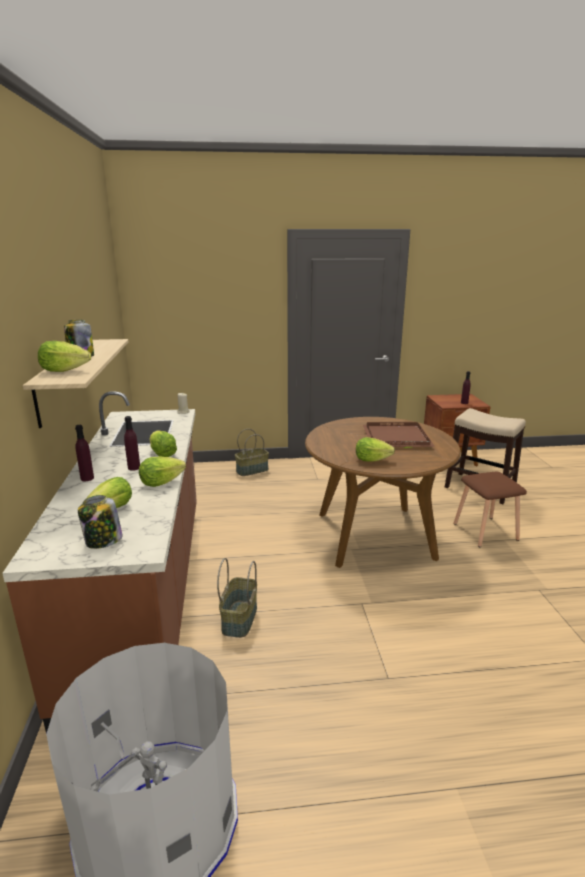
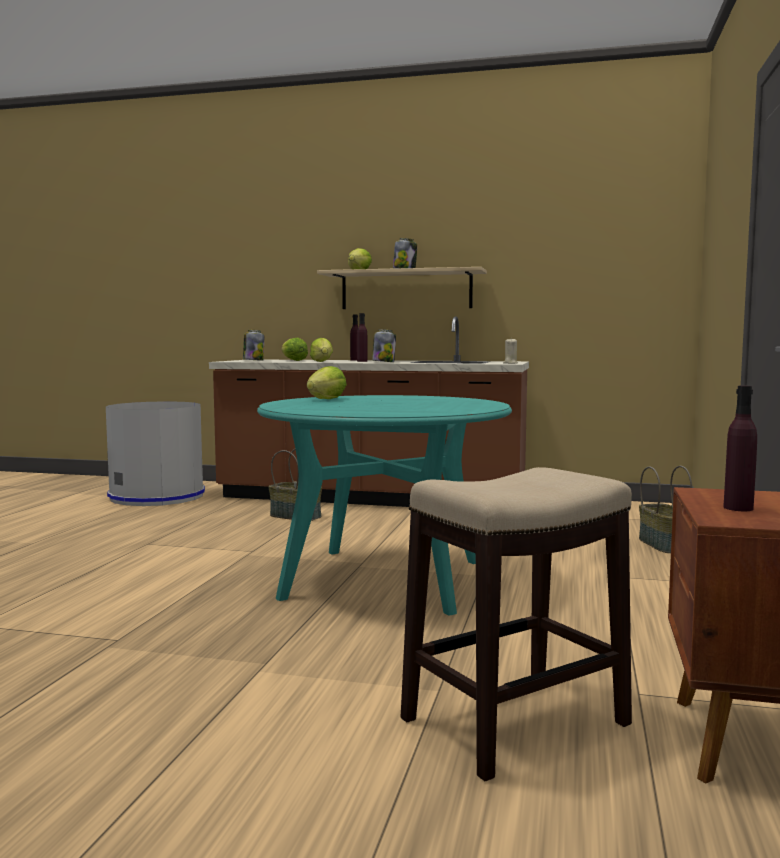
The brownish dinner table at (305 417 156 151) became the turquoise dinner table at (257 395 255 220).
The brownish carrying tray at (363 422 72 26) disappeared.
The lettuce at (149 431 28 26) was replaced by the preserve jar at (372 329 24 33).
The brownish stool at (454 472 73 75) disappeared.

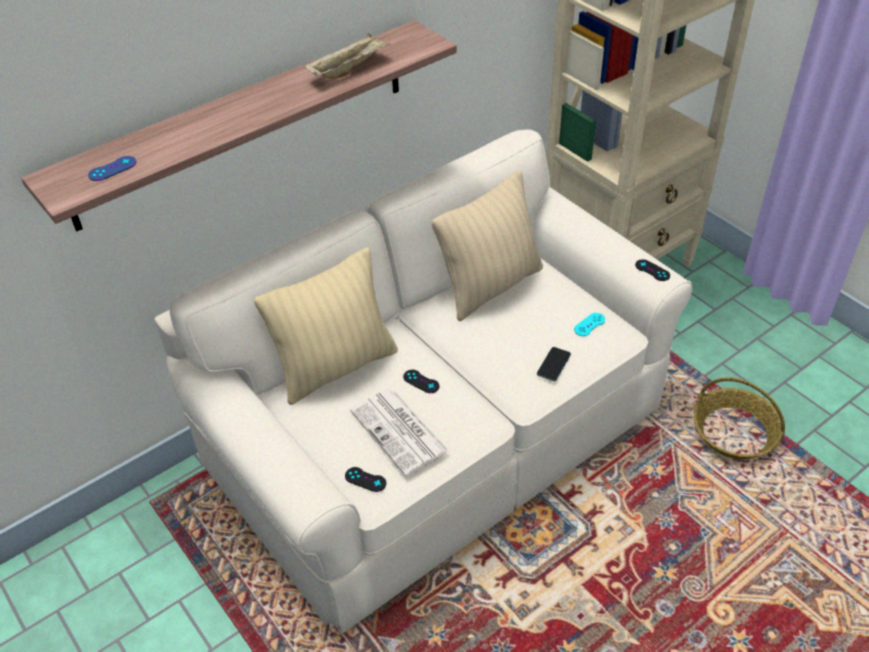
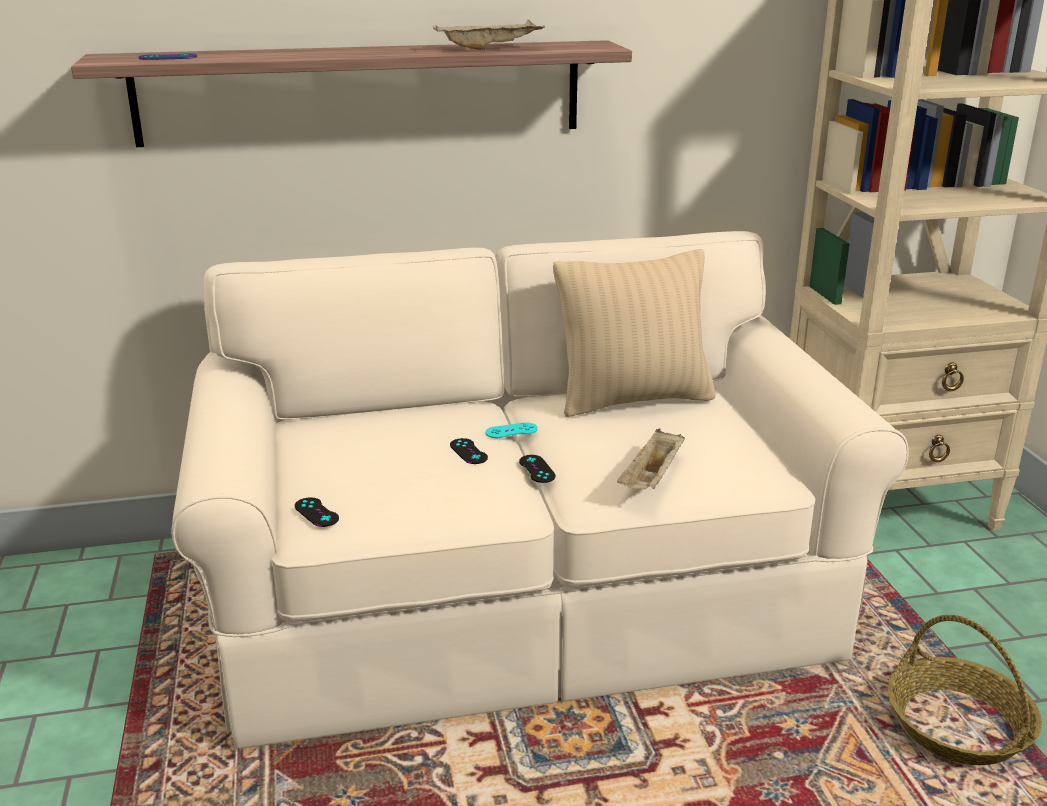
The sand-coloured throw pillow at (254 247 144 158) disappeared.
The black-coloured game controller moved from (635 259 35 22) to (519 455 37 28).
The turquoise game controller moved from (574 313 31 23) to (485 422 53 16).
The handset at (537 347 34 34) was replaced by the sand-coloured carrying tray at (617 428 68 62).
The newspaper at (350 389 100 87) disappeared.

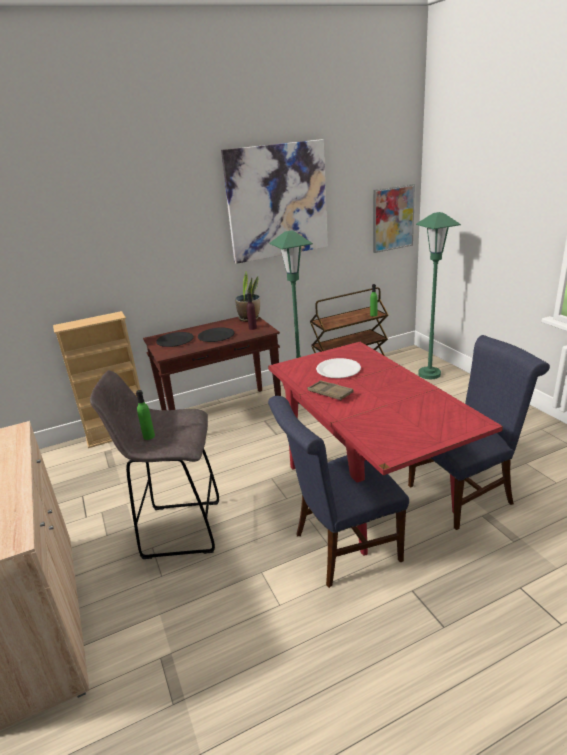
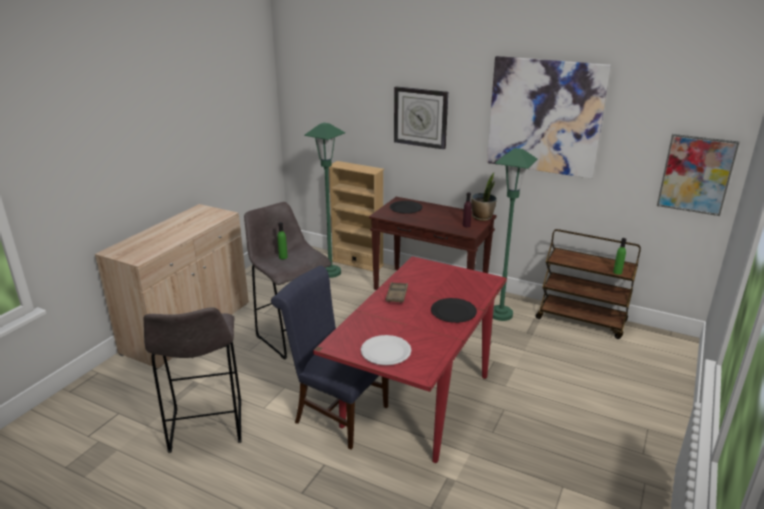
The green-coloured standing lamp moved from (416 212 45 167) to (304 123 41 155).
The black-coloured dinner plate moved from (198 328 37 14) to (431 298 46 25).
The bluish upright chair at (408 335 142 195) disappeared.
The whitish dinner plate moved from (316 358 45 20) to (361 335 51 30).
The hanging clock at (394 86 54 64) appeared.
The greyish stool at (144 307 97 146) appeared.

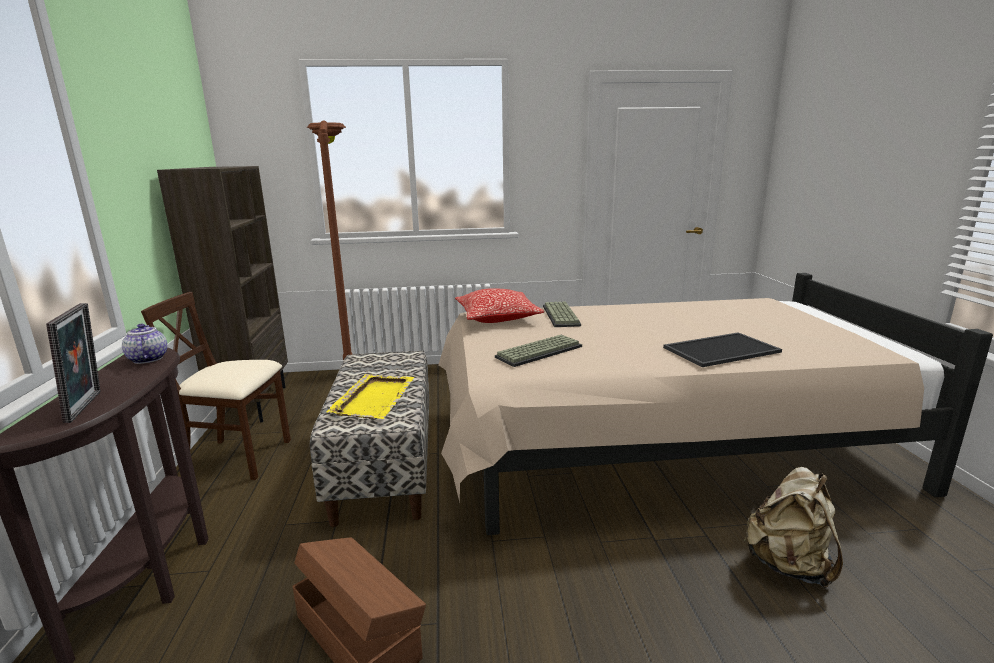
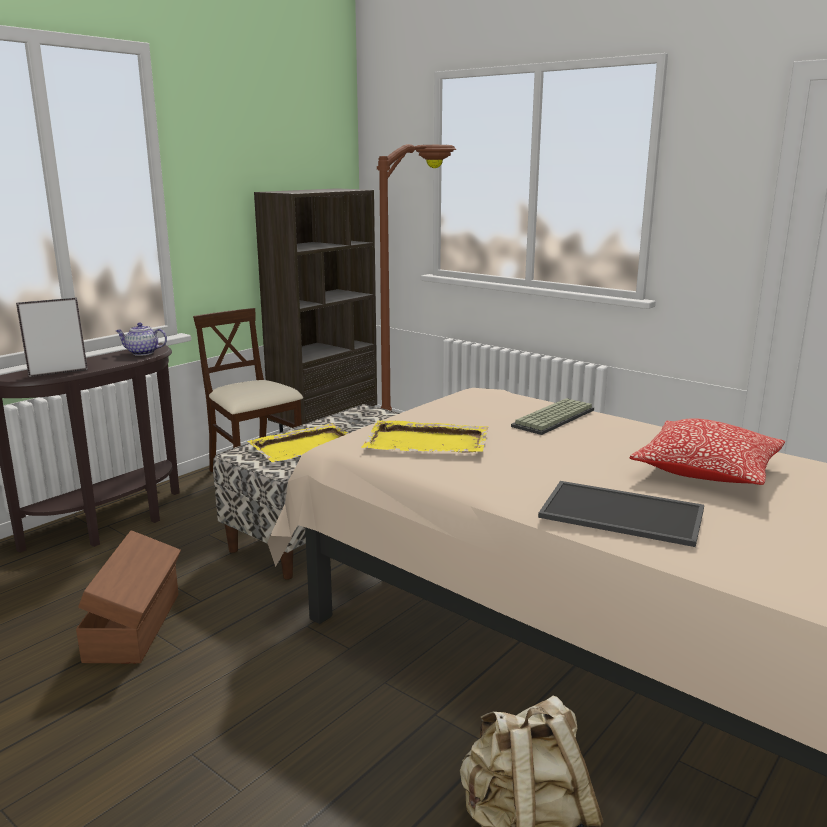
The throw pillow moved from (455 288 89 35) to (629 418 156 67).
The standing frame at (46 303 54 120) turned 150 degrees counterclockwise.
The pot for tea at (122 324 45 40) turned 105 degrees counterclockwise.
The keyboard at (495 335 87 32) was replaced by the yellow carrying tray at (361 421 128 32).

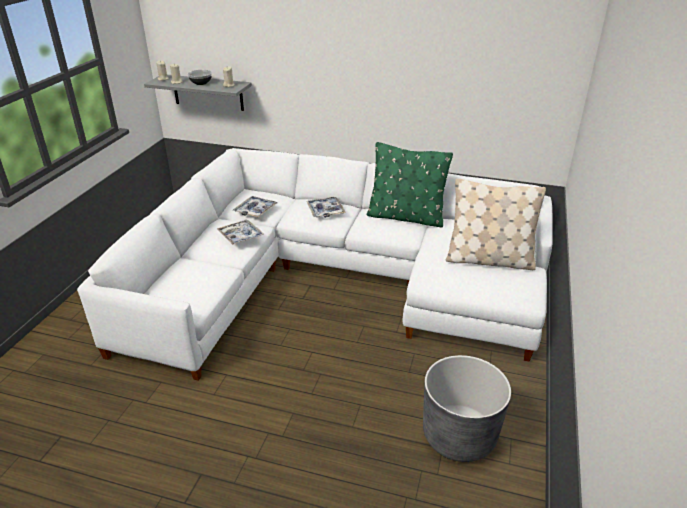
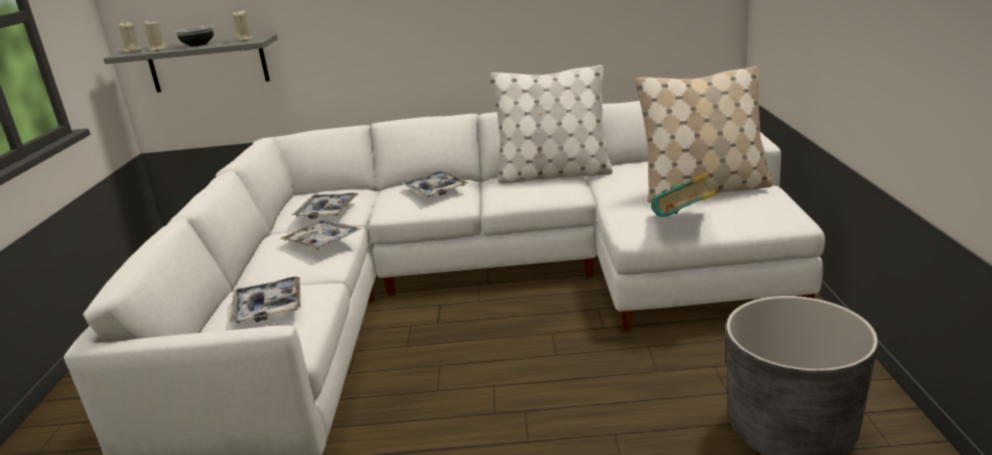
The green-coloured throw pillow at (366 142 87 85) became the whitish throw pillow at (490 65 123 118).
The volume at (651 172 66 45) appeared.
The carrying tray at (230 276 71 47) appeared.

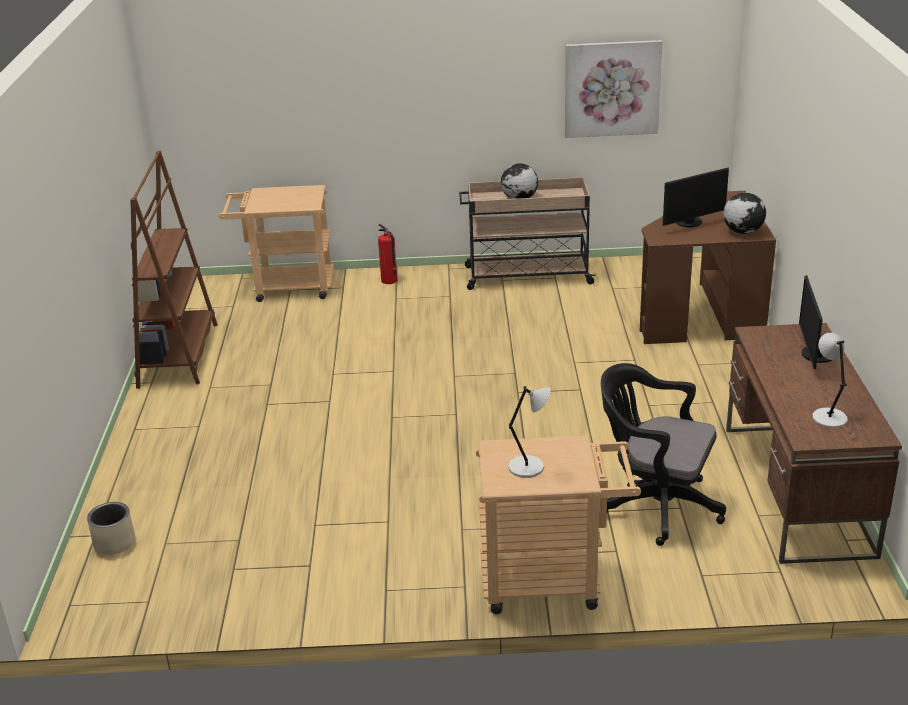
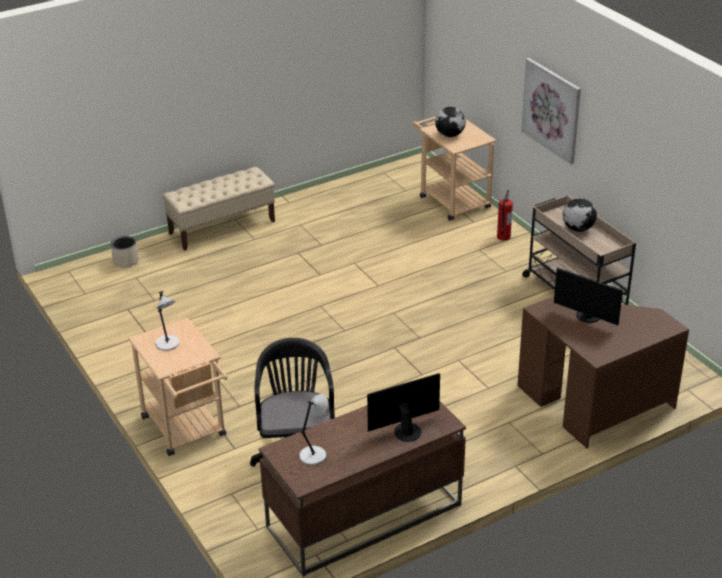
The wall picture moved from (565 40 97 98) to (521 58 60 106).
The brownish bookcase at (130 151 88 238) disappeared.
The globe moved from (723 193 43 41) to (435 107 31 30).
The sand-coloured long seat at (162 167 113 84) appeared.

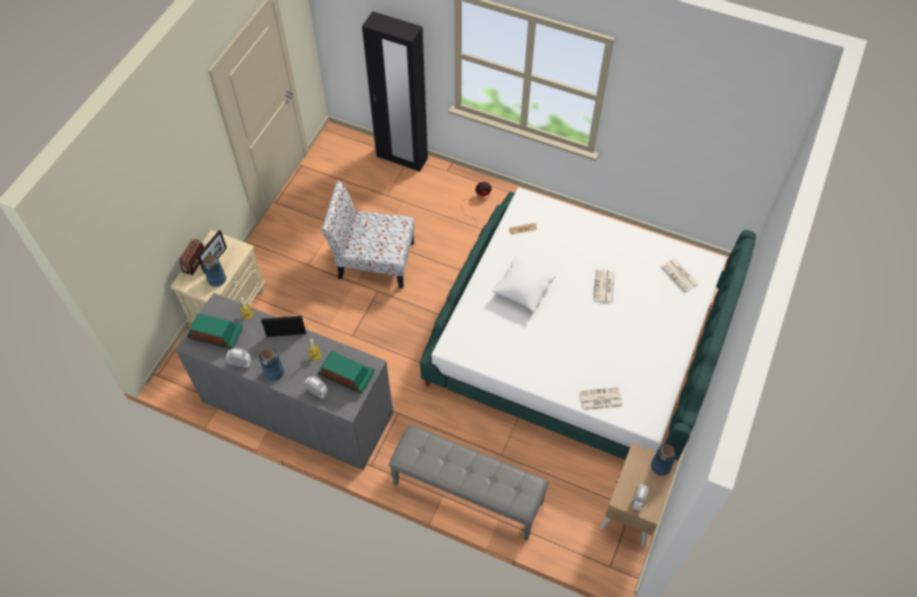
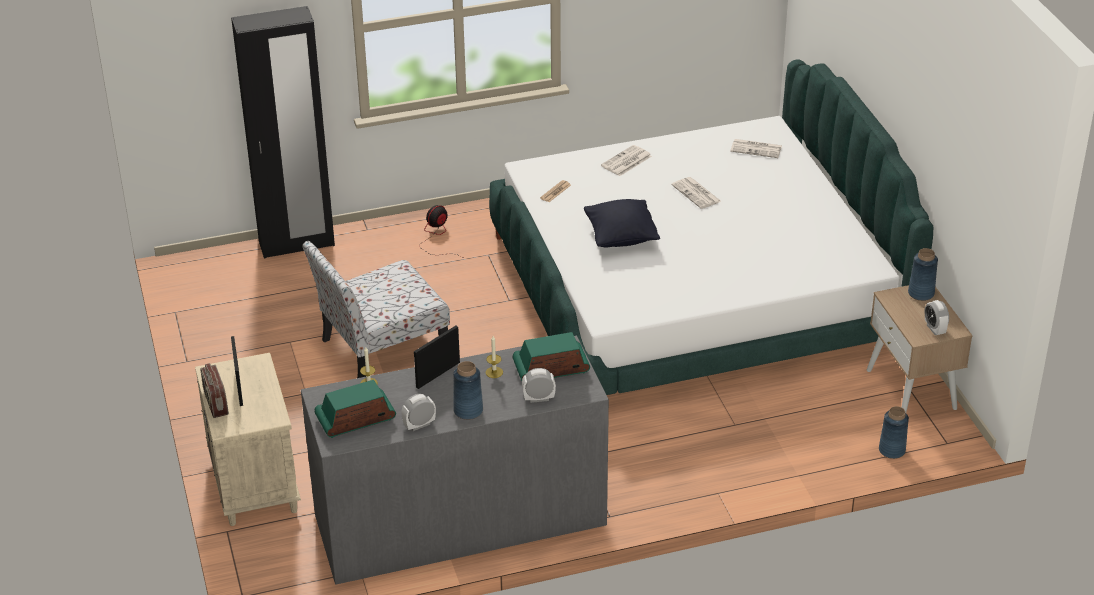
The bluish vase moved from (202 255 24 32) to (879 406 30 53).
The whitish throw pillow at (492 256 64 56) became the black-coloured throw pillow at (584 199 76 49).
The newspaper moved from (580 387 43 24) to (601 145 51 31).
The greyish long seat at (389 425 160 115) disappeared.

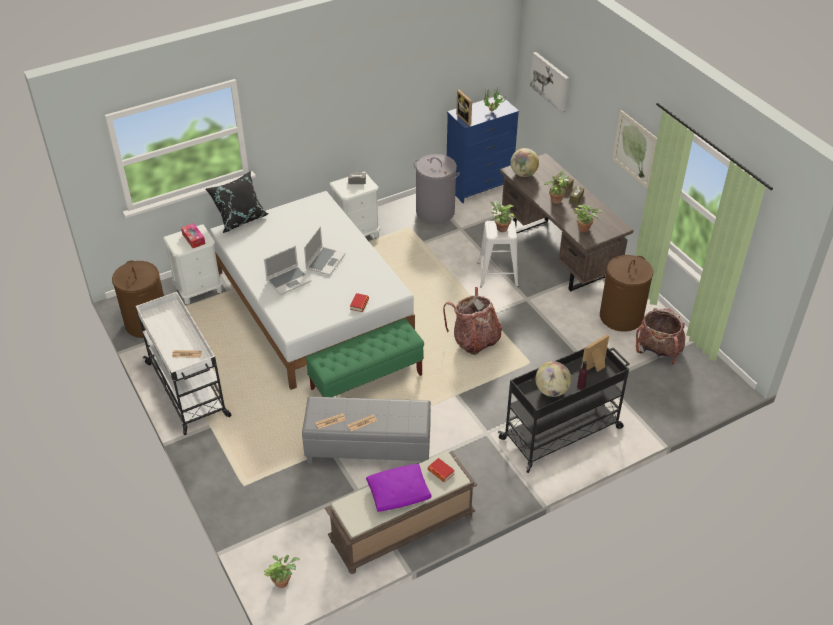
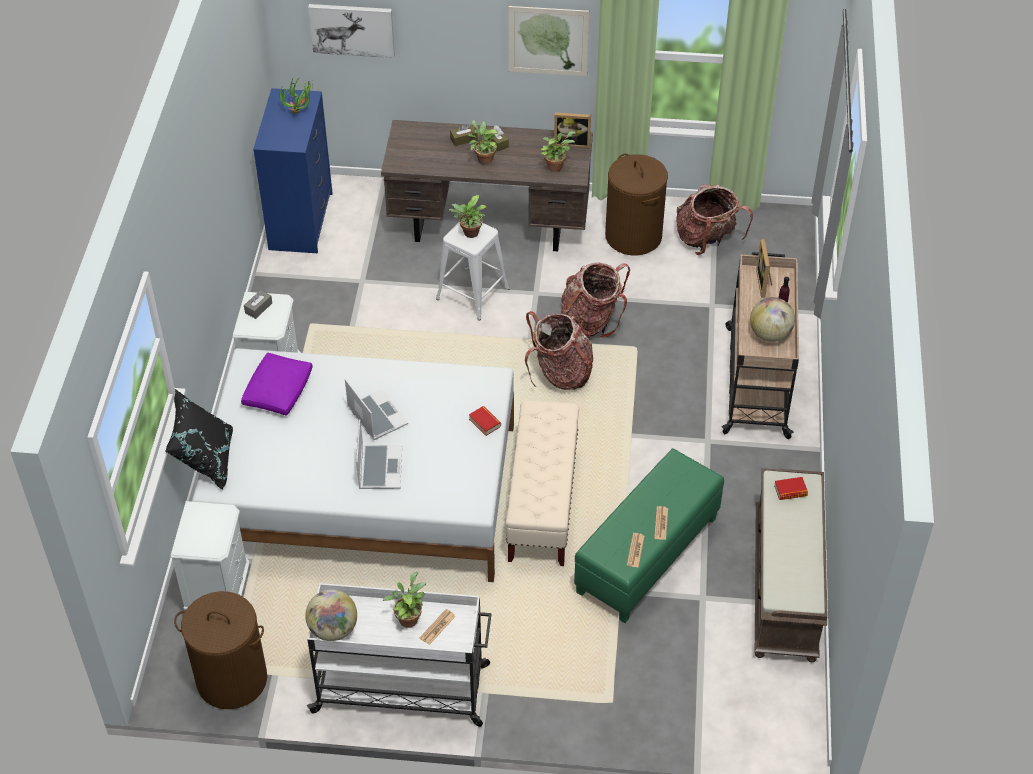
The standing frame moved from (456 90 16 36) to (554 113 37 35).
The globe moved from (510 148 29 29) to (305 589 52 52).
The greyish hamper at (413 154 47 70) disappeared.
The box of tissues at (181 223 24 25) disappeared.
The green-coloured long seat at (306 319 118 78) became the sand-coloured long seat at (505 400 74 166).
The black-coloured wheeled cart at (498 347 132 126) became the sand-coloured wheeled cart at (722 252 77 187).
The greyish footrest at (302 397 129 67) became the green-coloured footrest at (574 448 150 175).
The purplish throw pillow moved from (366 464 66 48) to (241 353 72 63).
The plant in a pot moved from (264 555 36 33) to (383 572 43 56).
The knapsack at (560 263 70 75) appeared.

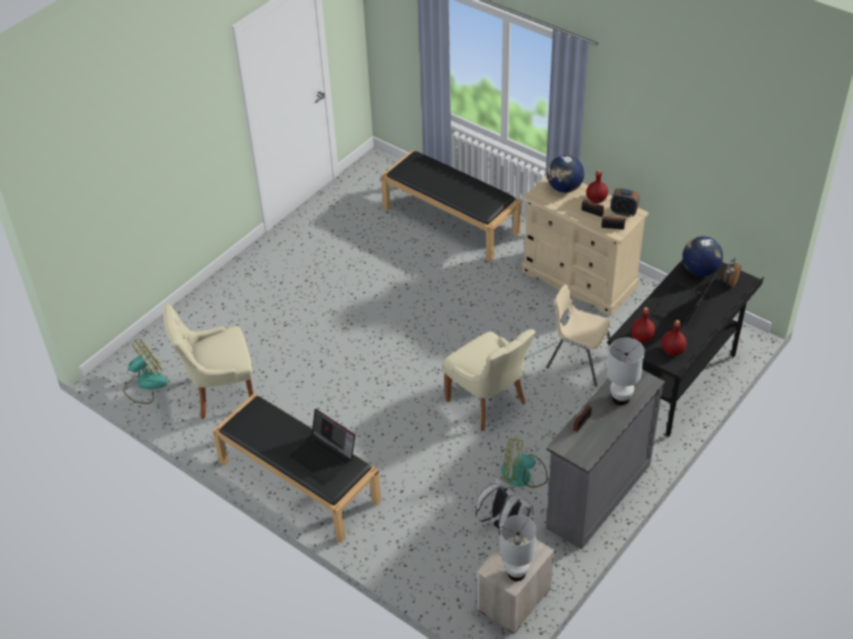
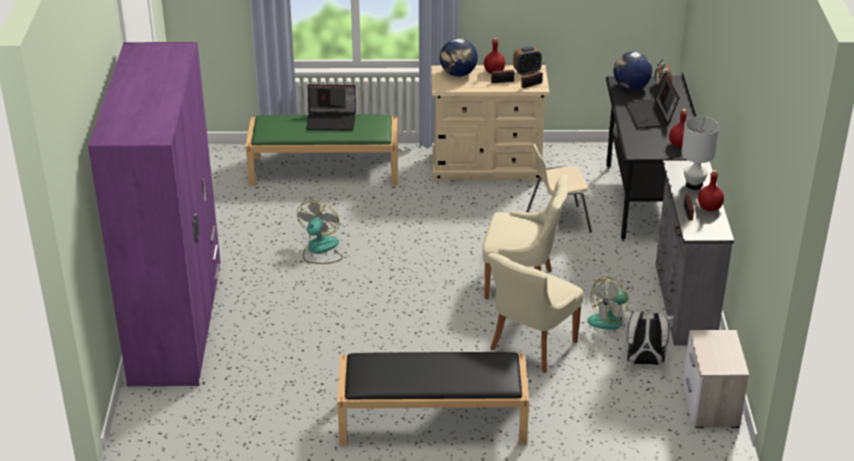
The black-coloured long seat at (381 150 141 112) became the green-coloured long seat at (246 114 152 72).
The sand-coloured upright chair moved from (163 304 90 115) to (488 253 96 120).
The red-coloured bottle moved from (631 307 24 35) to (698 170 26 41).
The fan moved from (123 339 46 65) to (297 200 46 64).
The notebook computer moved from (289 409 66 74) to (306 84 50 47).
The whitish table lamp at (500 515 37 66) disappeared.
The purplish wardrobe at (88 42 133 344) appeared.

